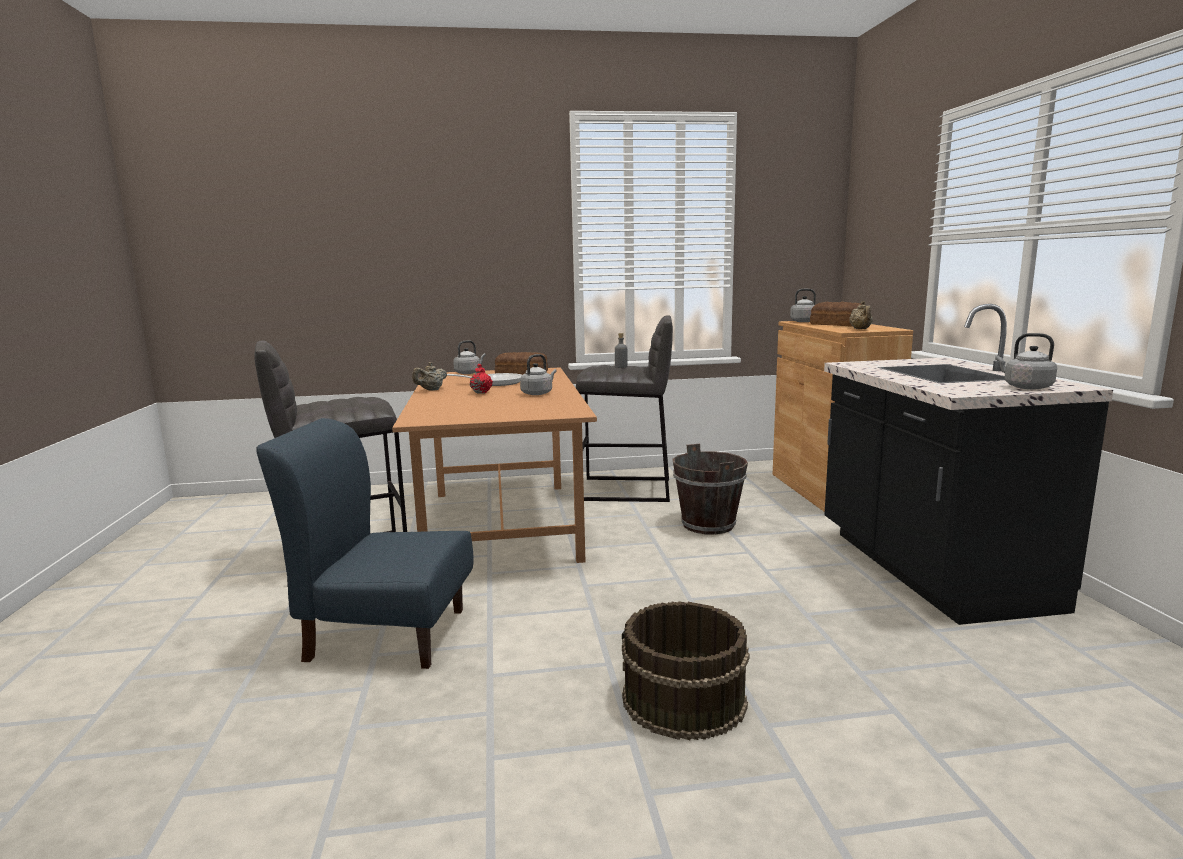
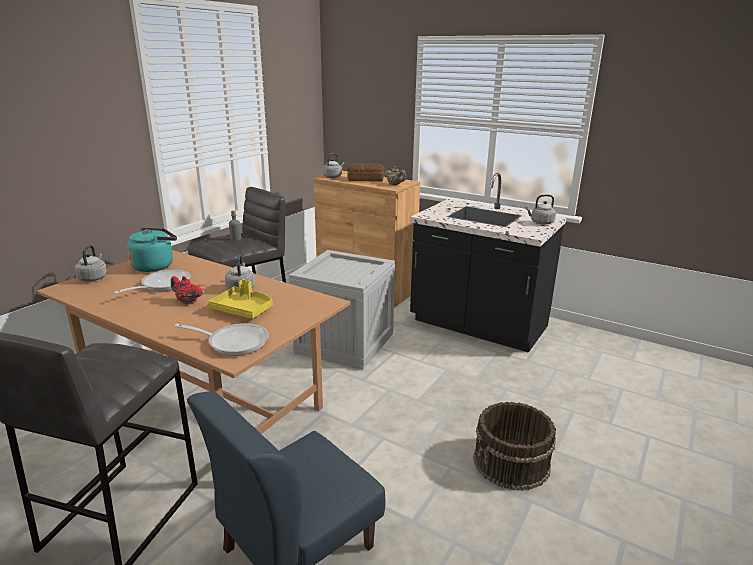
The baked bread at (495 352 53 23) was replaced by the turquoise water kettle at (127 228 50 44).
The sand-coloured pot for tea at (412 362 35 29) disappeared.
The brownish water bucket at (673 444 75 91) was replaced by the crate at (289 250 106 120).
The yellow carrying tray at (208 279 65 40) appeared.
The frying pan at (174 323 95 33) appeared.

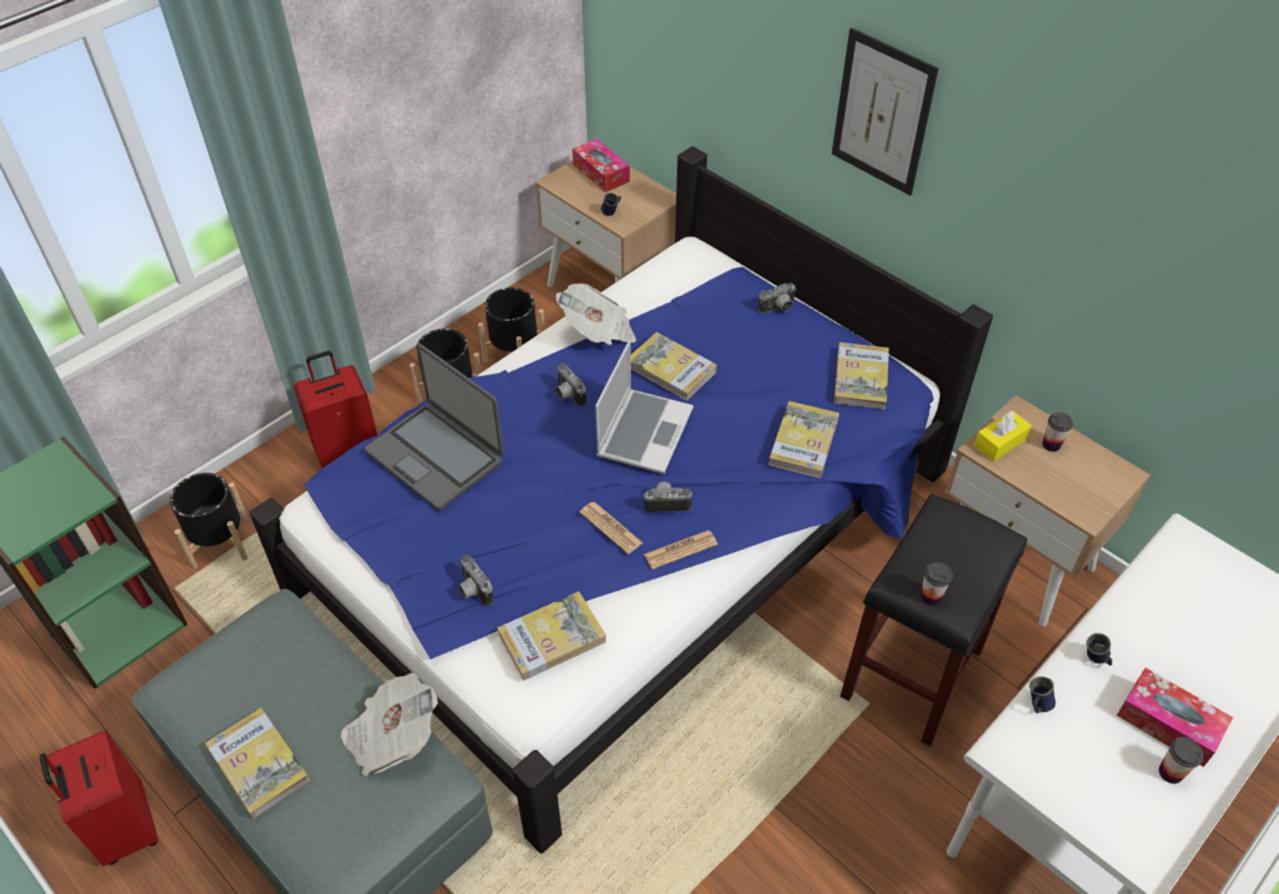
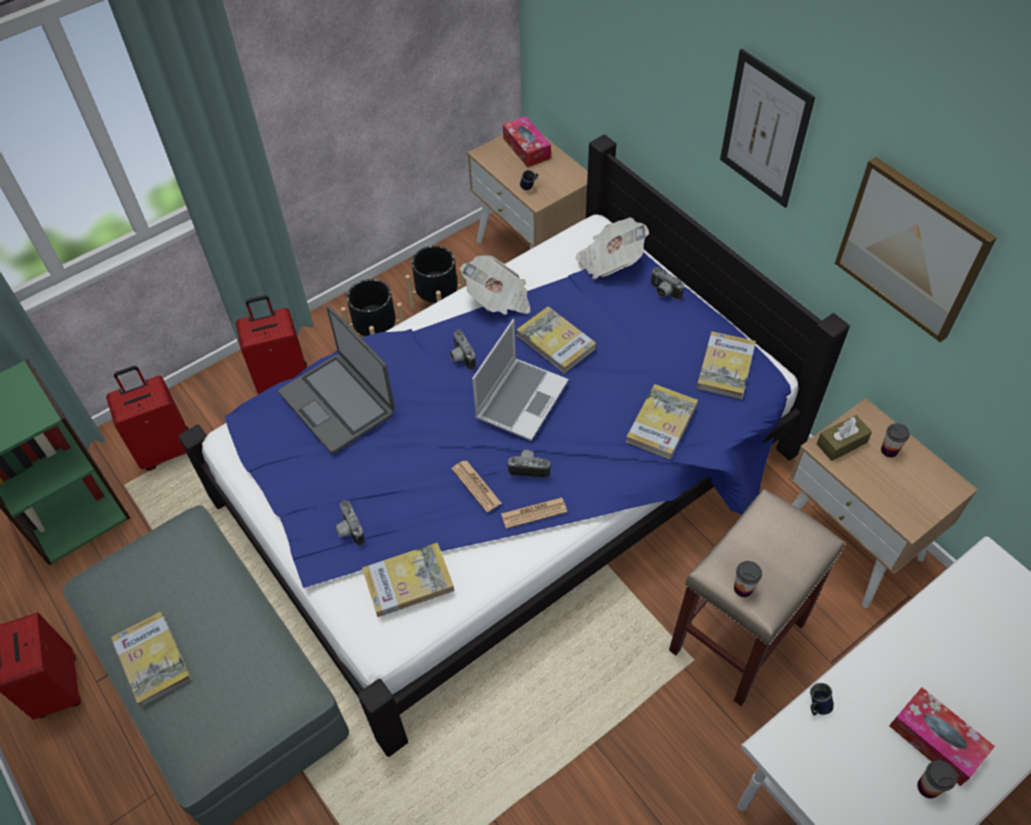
The photo camera at (758 283 38 31) turned 60 degrees clockwise.
The yellow box of tissues at (974 410 58 52) became the brownish box of tissues at (817 415 55 46).
The black-coloured planter at (170 473 79 96) was replaced by the red-coloured travel case at (106 366 83 105).
The black-coloured stool at (840 493 187 253) became the sand-coloured stool at (669 488 176 218).
The bluish coffee mug at (1086 633 26 33) disappeared.
The newspaper moved from (341 673 97 103) to (576 218 73 61).
The wall picture at (835 157 162 185) appeared.

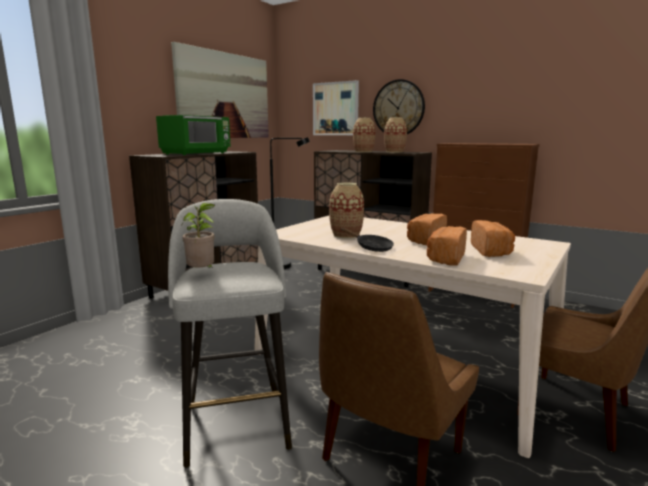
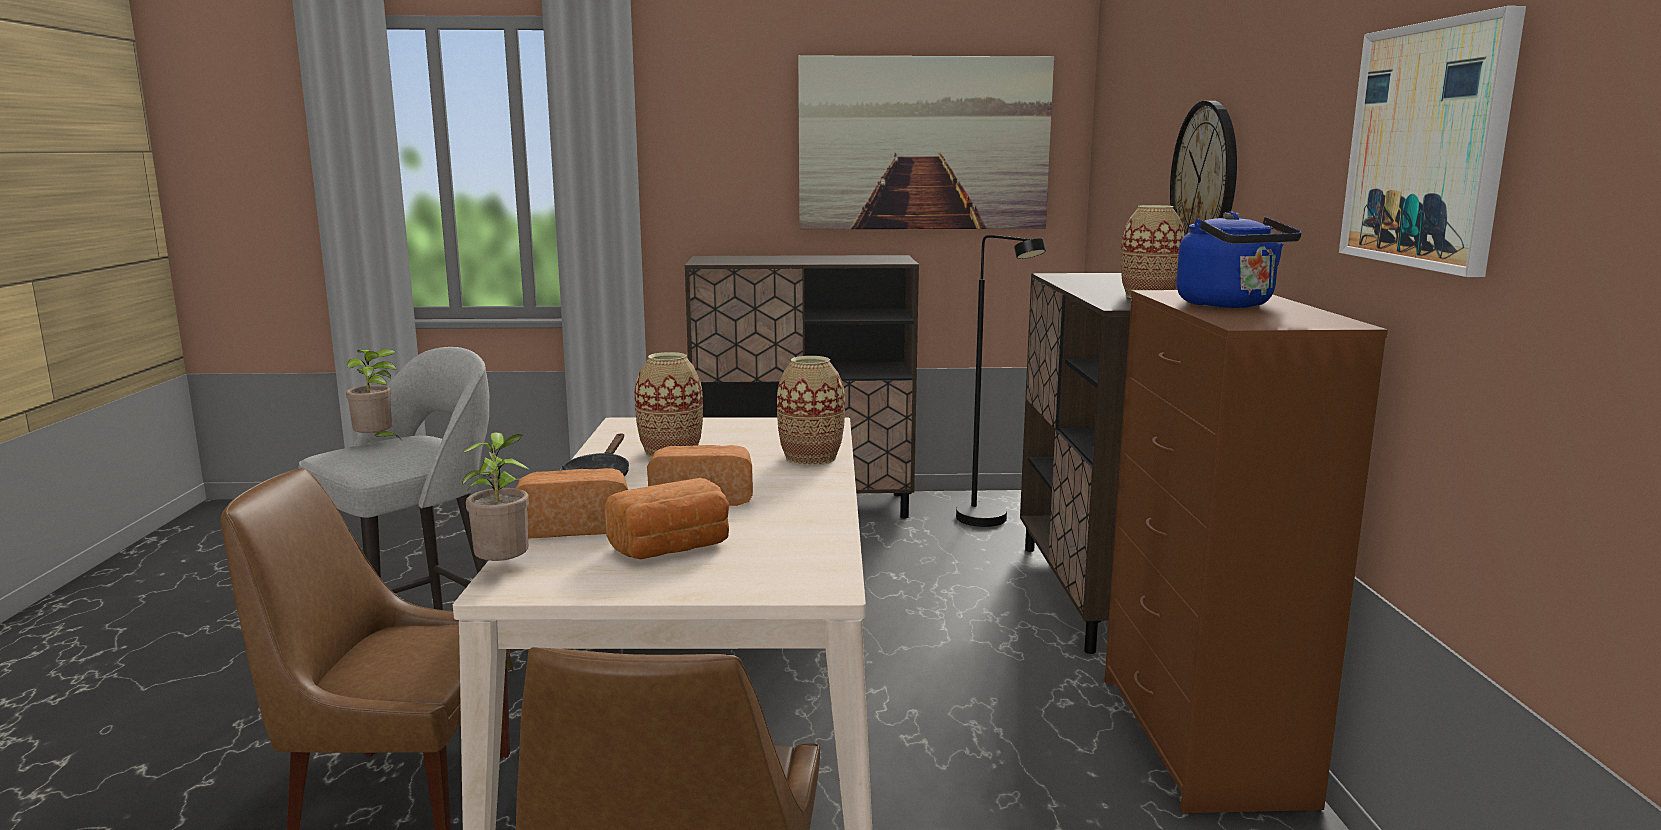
The wall picture moved from (313 80 46 55) to (1339 6 187 271).
The green-coloured microwave at (156 115 75 40) disappeared.
The vase moved from (353 117 22 35) to (777 356 68 110).
The bluish water kettle at (1176 212 126 96) appeared.
The plant in a pot at (462 432 68 129) appeared.

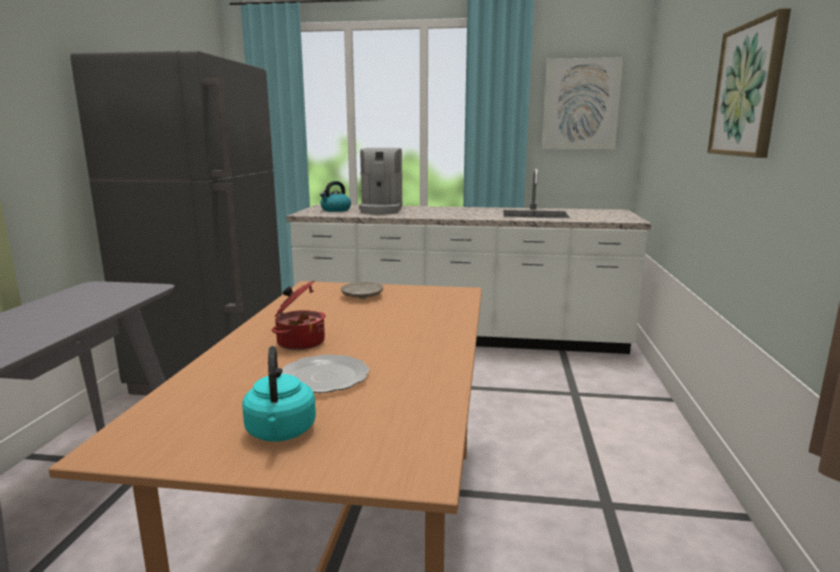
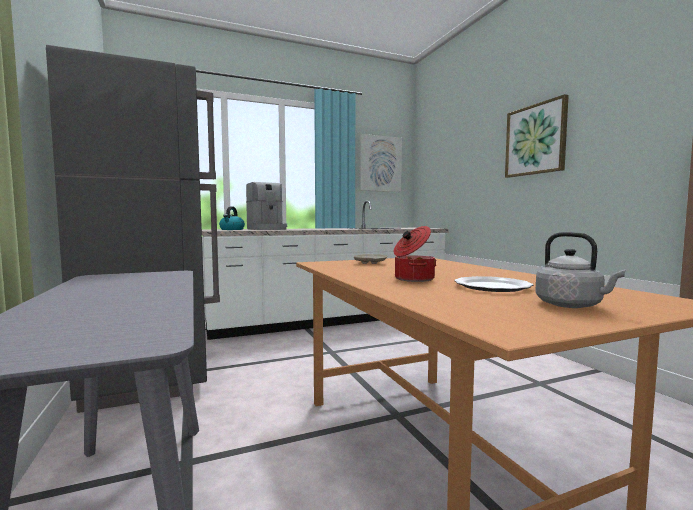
The turquoise water kettle at (242 346 74 96) became the greyish water kettle at (535 232 90 76).

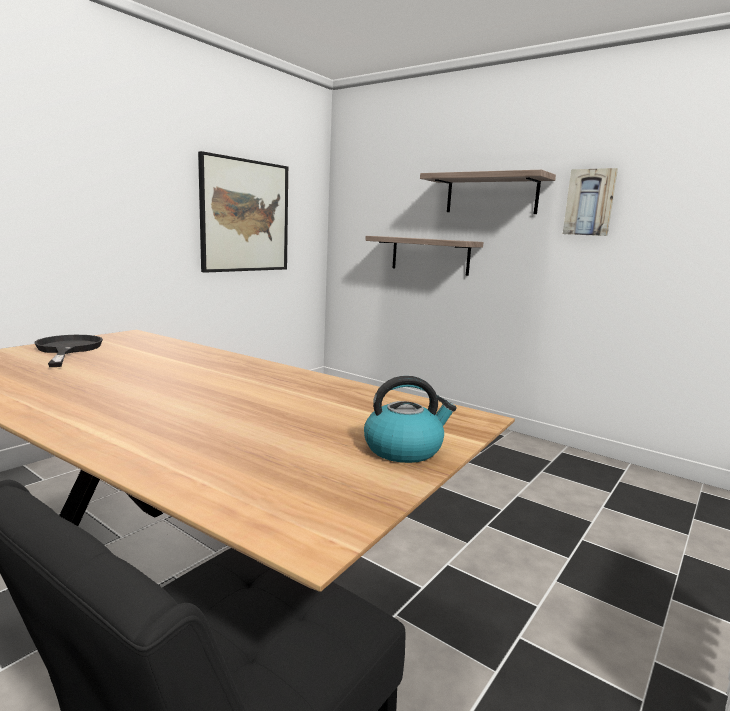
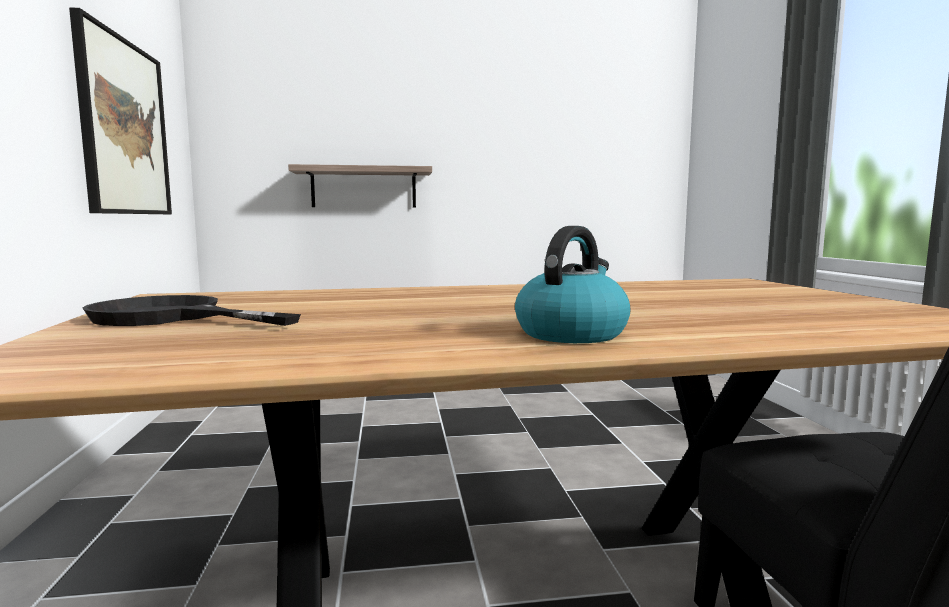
The wall picture at (563 168 55 68) disappeared.
The bracket shelf at (420 170 136 44) disappeared.
The water kettle moved from (364 376 92 87) to (515 226 116 117).

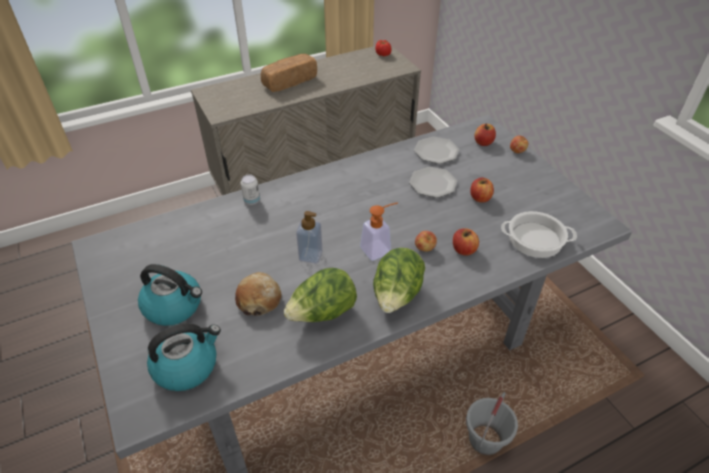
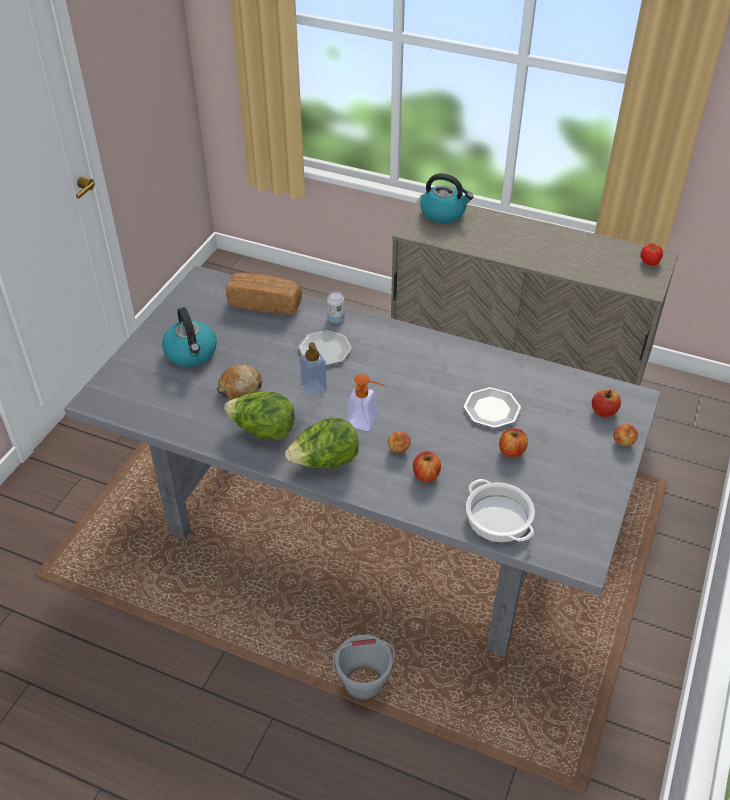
The baked bread moved from (261 54 56 38) to (226 272 76 43).
The dinner plate moved from (414 137 45 27) to (298 330 54 36).
The water kettle moved from (147 323 74 68) to (420 173 54 50).

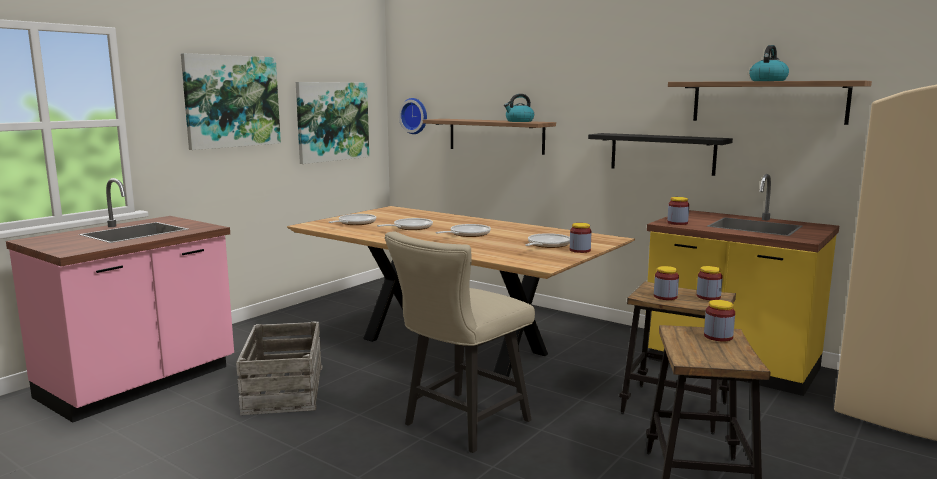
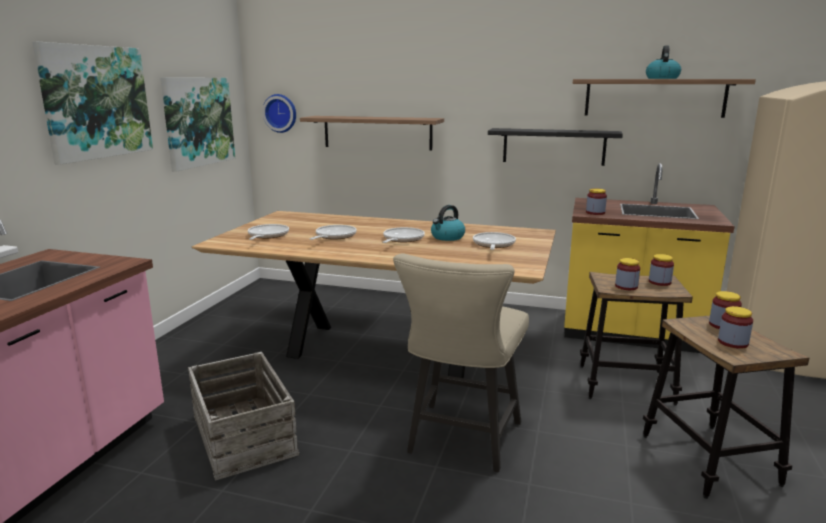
The water kettle moved from (504 94 30 28) to (431 205 34 36).
The preserve jar moved from (570 223 22 30) to (718 306 35 43).

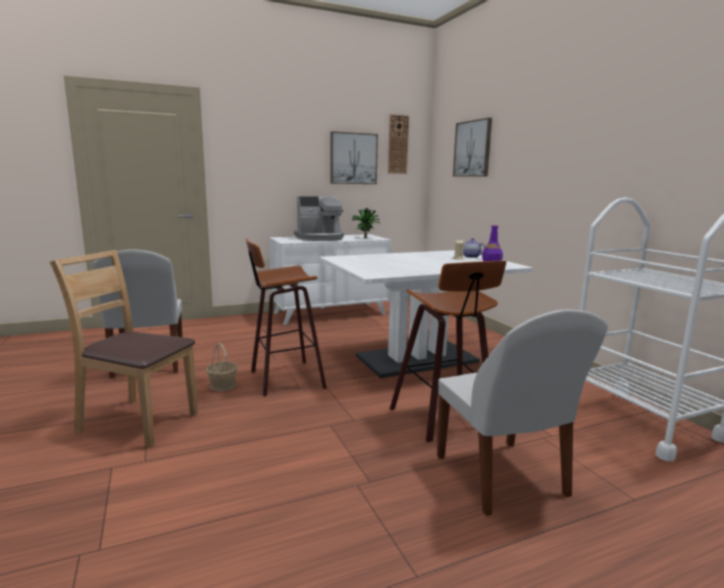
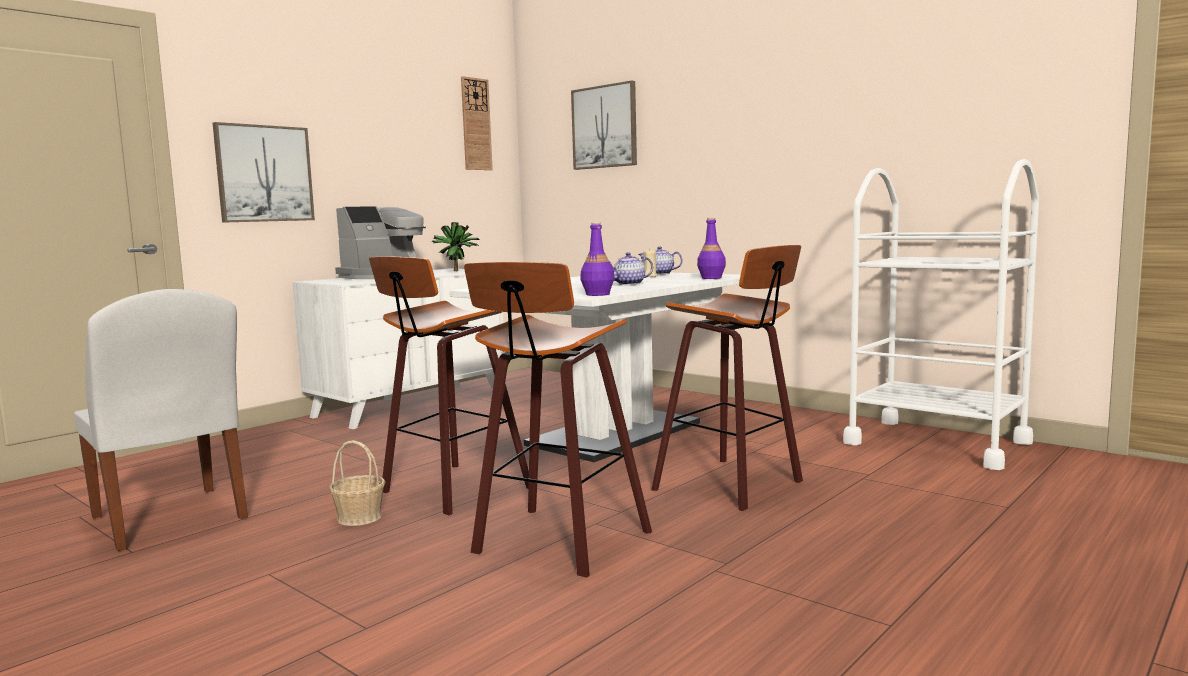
The wall picture moved from (330 131 48 53) to (213 122 102 101).
The brownish upright chair at (50 250 148 198) disappeared.
The whitish upright chair at (437 310 171 206) disappeared.
The purplish bottle at (581 222 33 74) appeared.
The pot for tea at (609 252 44 33) appeared.
The stool at (464 262 188 315) appeared.

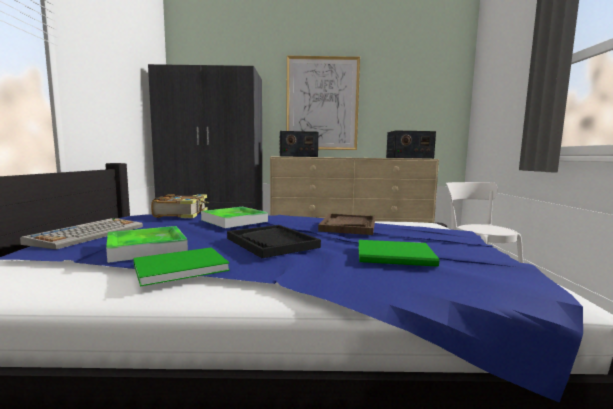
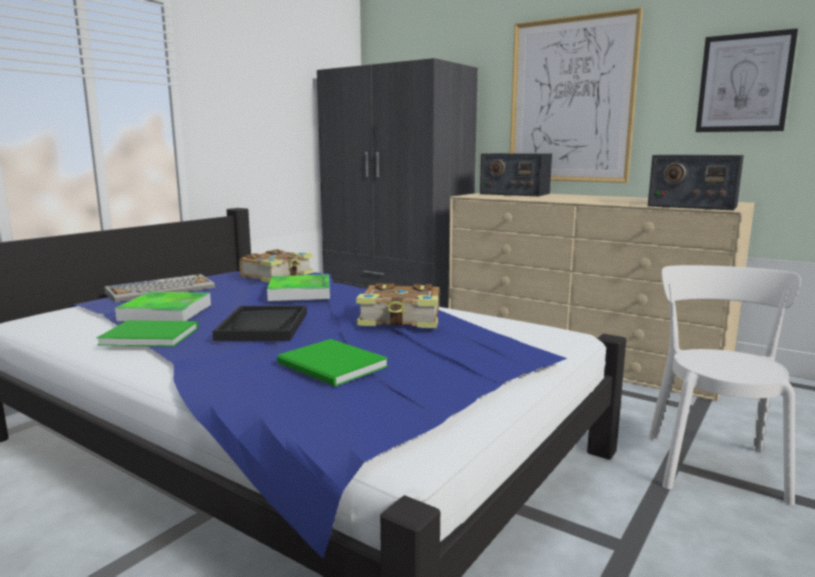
The brownish carrying tray at (318 213 57 22) was replaced by the volume at (356 283 83 45).
The wall picture at (696 28 102 104) appeared.

